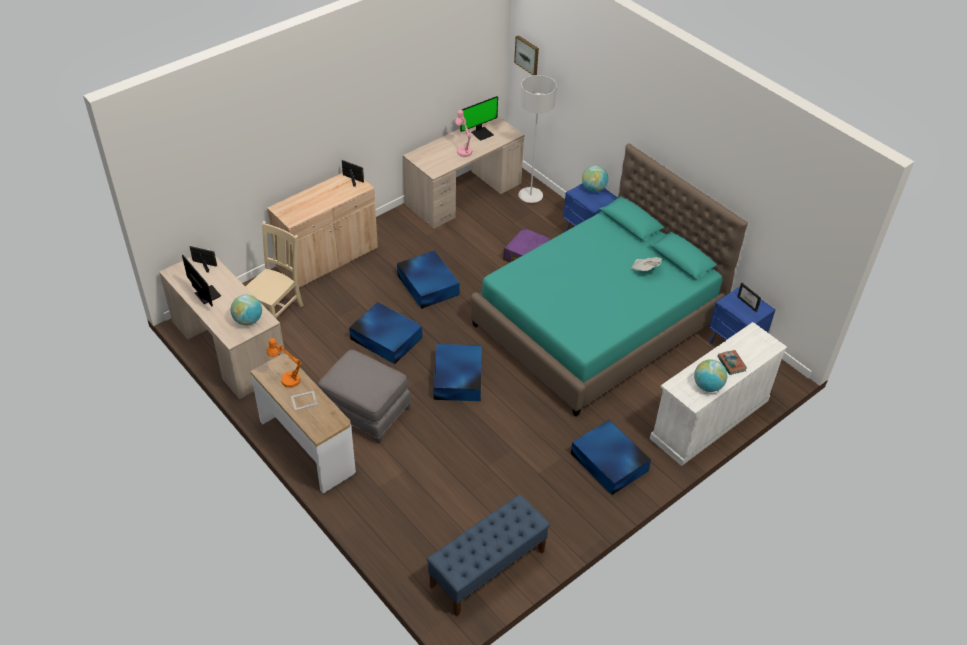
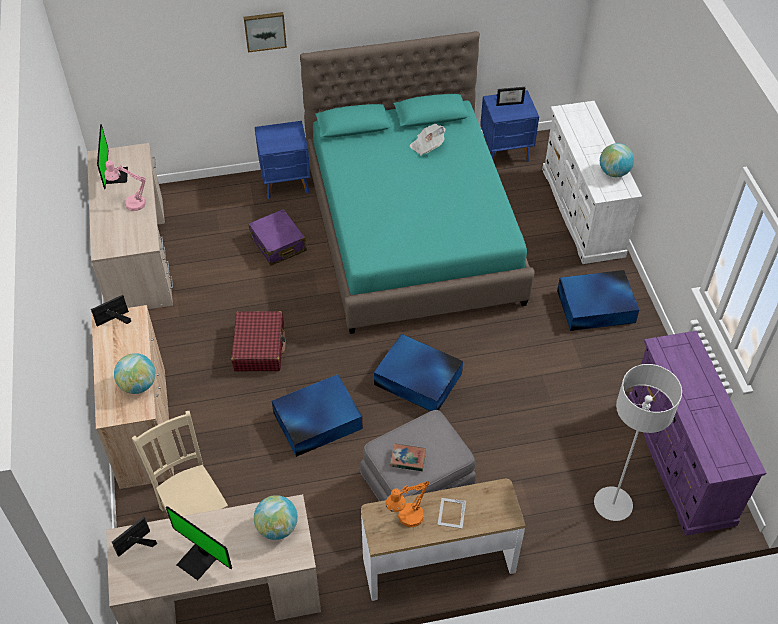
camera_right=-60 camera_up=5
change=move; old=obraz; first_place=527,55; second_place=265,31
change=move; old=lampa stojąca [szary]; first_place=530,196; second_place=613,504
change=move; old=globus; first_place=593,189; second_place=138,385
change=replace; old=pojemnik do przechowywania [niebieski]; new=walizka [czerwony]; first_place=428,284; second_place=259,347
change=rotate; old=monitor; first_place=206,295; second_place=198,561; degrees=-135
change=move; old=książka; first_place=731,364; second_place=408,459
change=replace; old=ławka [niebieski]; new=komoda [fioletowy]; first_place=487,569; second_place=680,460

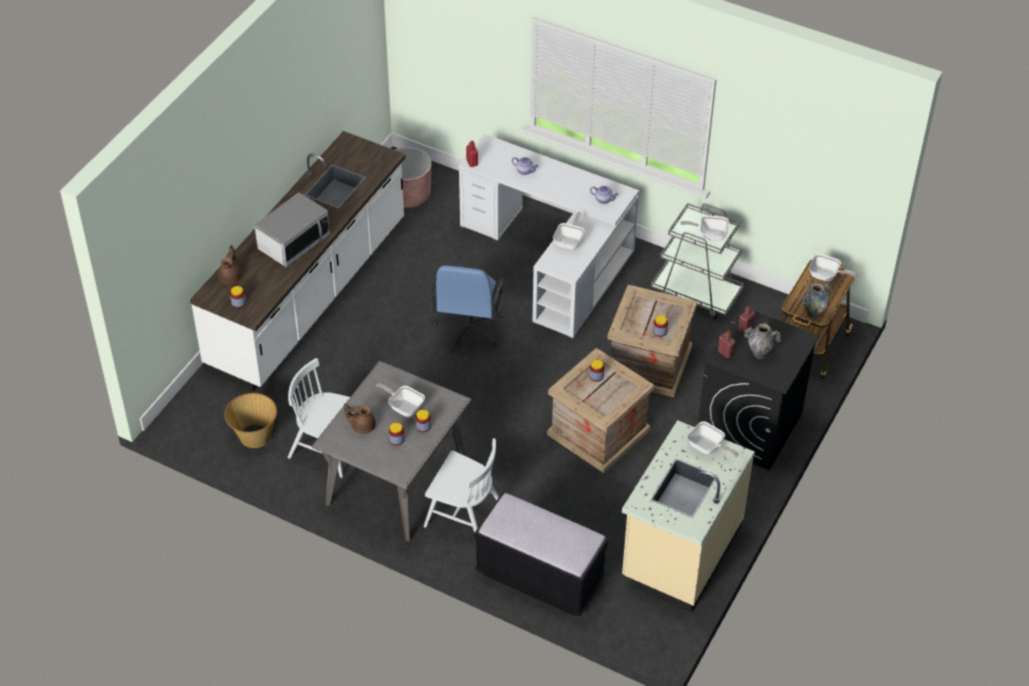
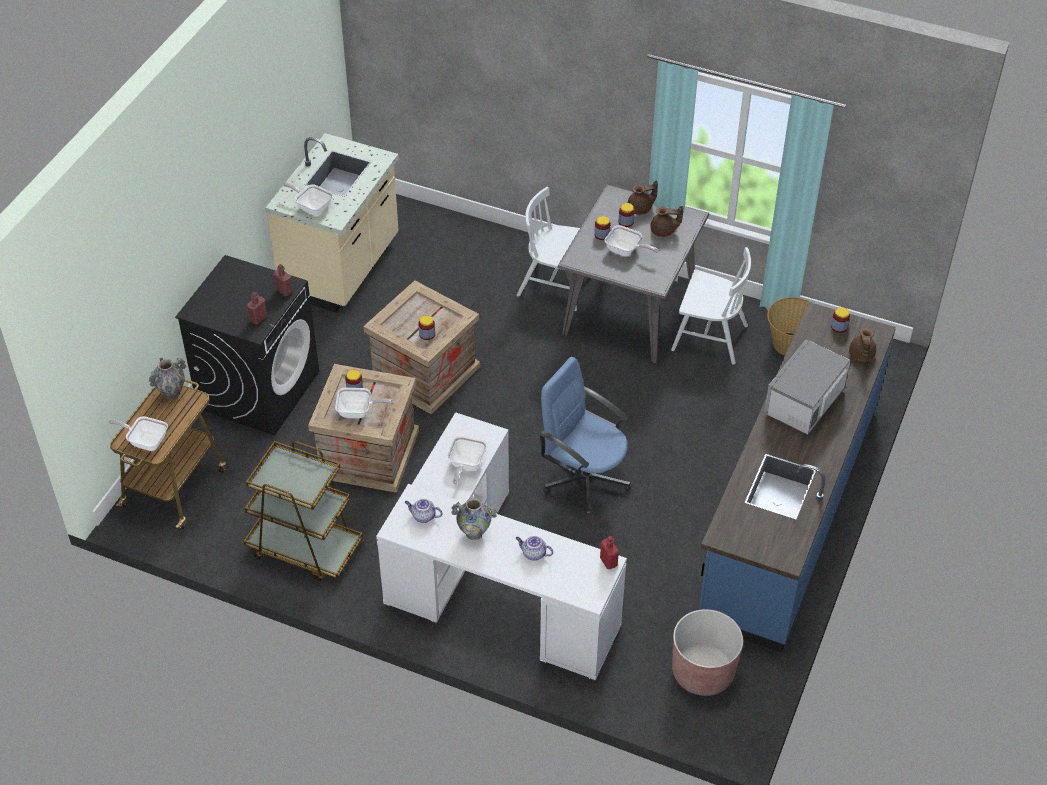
camera_right=175 camera_up=0
change=recolor; old=zabudowa kuchenna [biały]; new=zabudowa kuchenna [niebieski]; first_place=309,295; second_place=788,509
change=recolor; old=wózek [szary]; new=wózek [brązowy]; first_place=696,293; second_place=304,548
change=move; old=patelnia; first_place=709,235; second_place=358,412
change=rotate; old=krzesło biurowe [niebieski]; first_place=468,329; second_place=584,479; degrees=-60
change=move; old=wazon; first_place=759,353; second_place=474,533
change=delete; old=ławka [czarny]; first_place=539,577
change=insert; new=imbryk [brązowy]; second_place=640,209

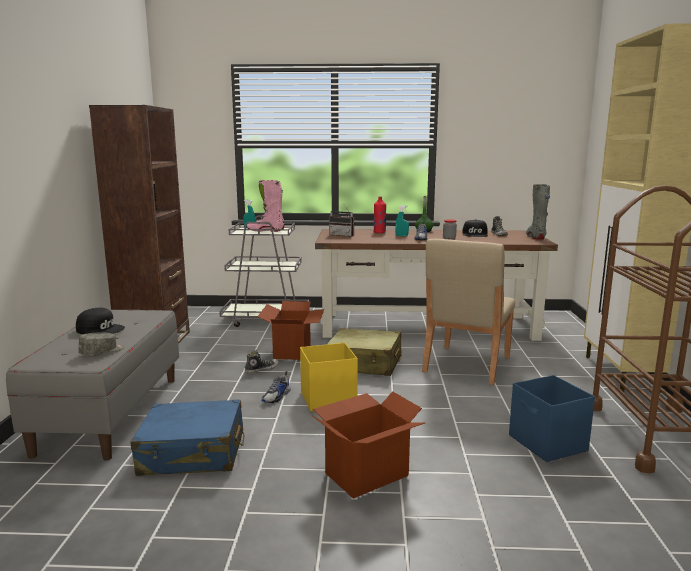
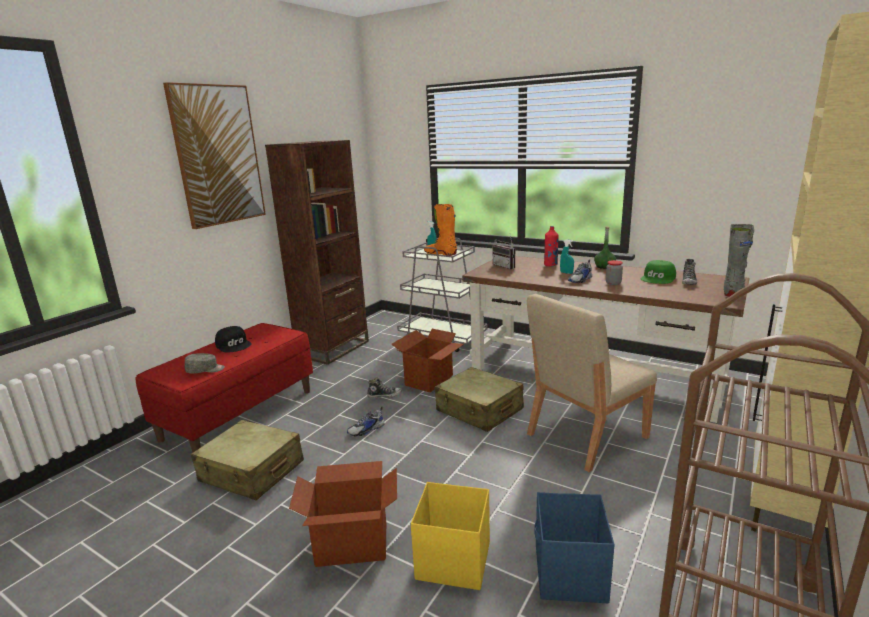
camera_right=30 camera_up=5
change=recolor; old=but z cholewką [różowy]; new=but z cholewką [pomarańczowy]; first_place=265,231; second_place=440,254
change=recolor; old=czapka z daszkiem [czarny]; new=czapka z daszkiem [zielony]; first_place=475,234; second_place=658,278
change=recolor; old=ławka [szary]; new=ławka [czerwony]; first_place=110,413; second_place=239,414
change=move; old=pojemnik do przechowywania [żółty]; first_place=327,399; second_place=452,560
change=recolor; old=walizka [niebieski]; new=walizka [beżowy]; first_place=193,453; second_place=251,472
change=insert; new=obraz; second_place=218,155

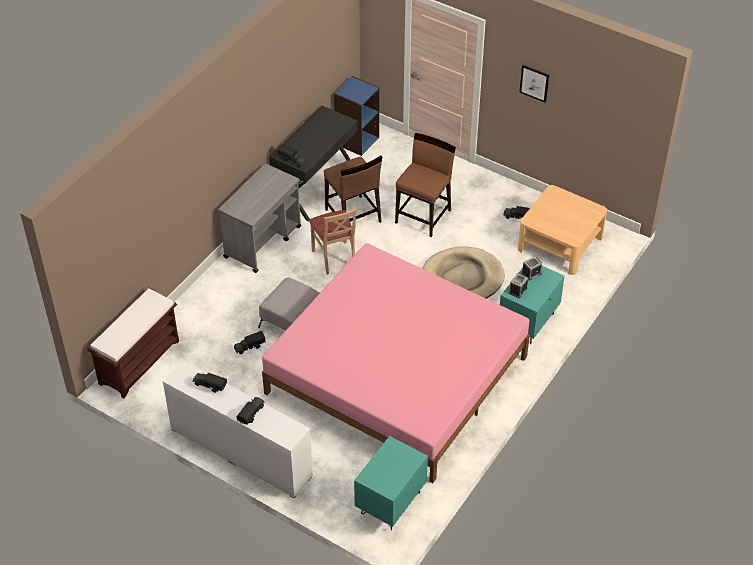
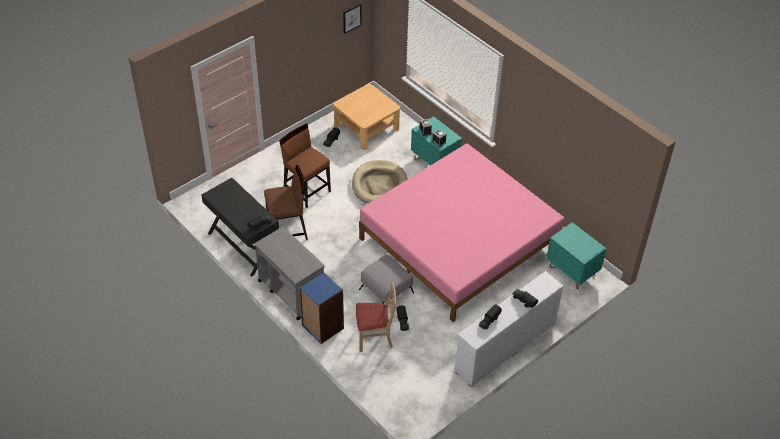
camera_right=-75 camera_up=0
change=move; old=obraz; first_place=534,83; second_place=352,18
change=move; old=regał [niebieski]; first_place=356,140; second_place=322,327
change=move; old=krzesło [beżowy]; first_place=334,257; second_place=374,338
change=delete; old=ławka [brązowy]; first_place=139,361

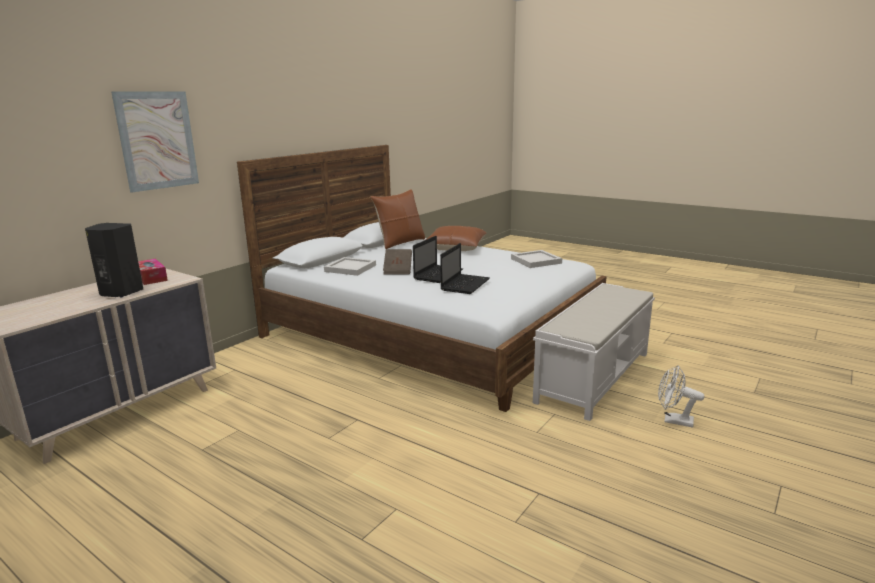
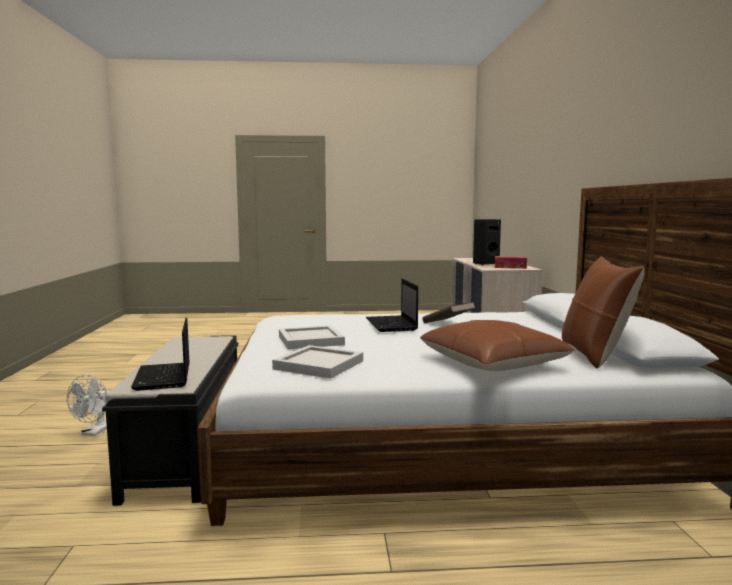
camera_right=140 camera_up=-10
change=delete; old=obraz; first_place=157,140
change=move; old=laptop; first_place=465,284; second_place=163,378
change=move; old=taca [biały]; first_place=349,268; second_place=311,340
change=recolor; old=ławka [biały]; new=ławka [czarny]; first_place=594,376; second_place=187,450
change=rotate; old=wentylator [biały]; first_place=673,420; second_place=94,432; degrees=120

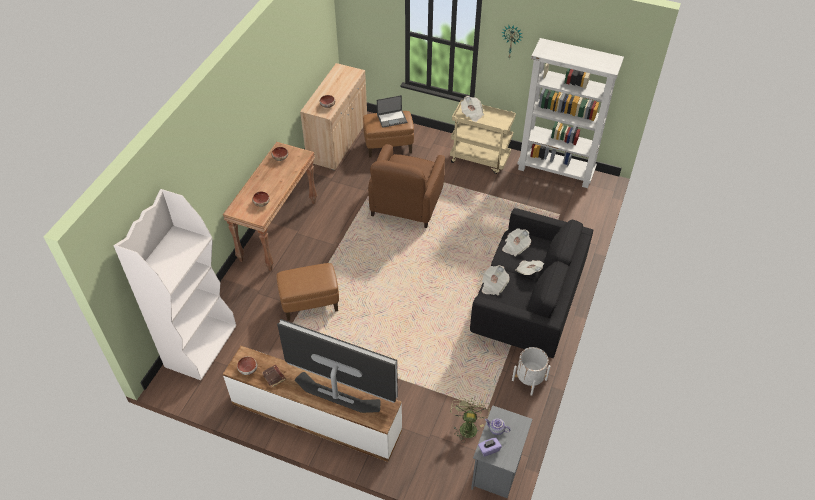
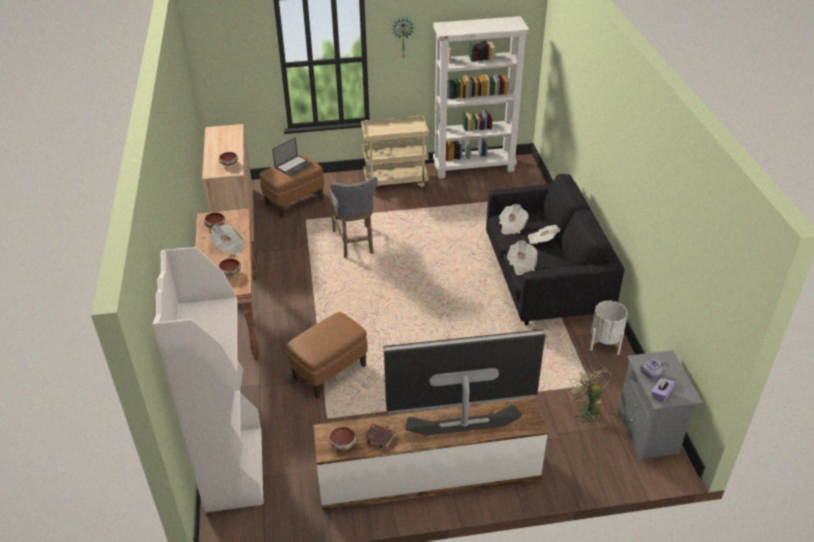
camera_right=-30 camera_up=-10
change=move; old=gazeta; first_place=472,114; second_place=229,247
change=replace; old=fotel [brązowy]; new=stołek [szary]; first_place=406,203; second_place=354,243

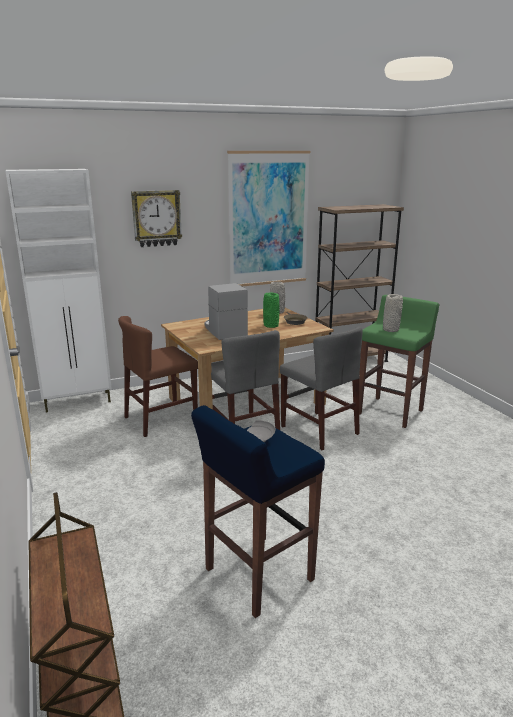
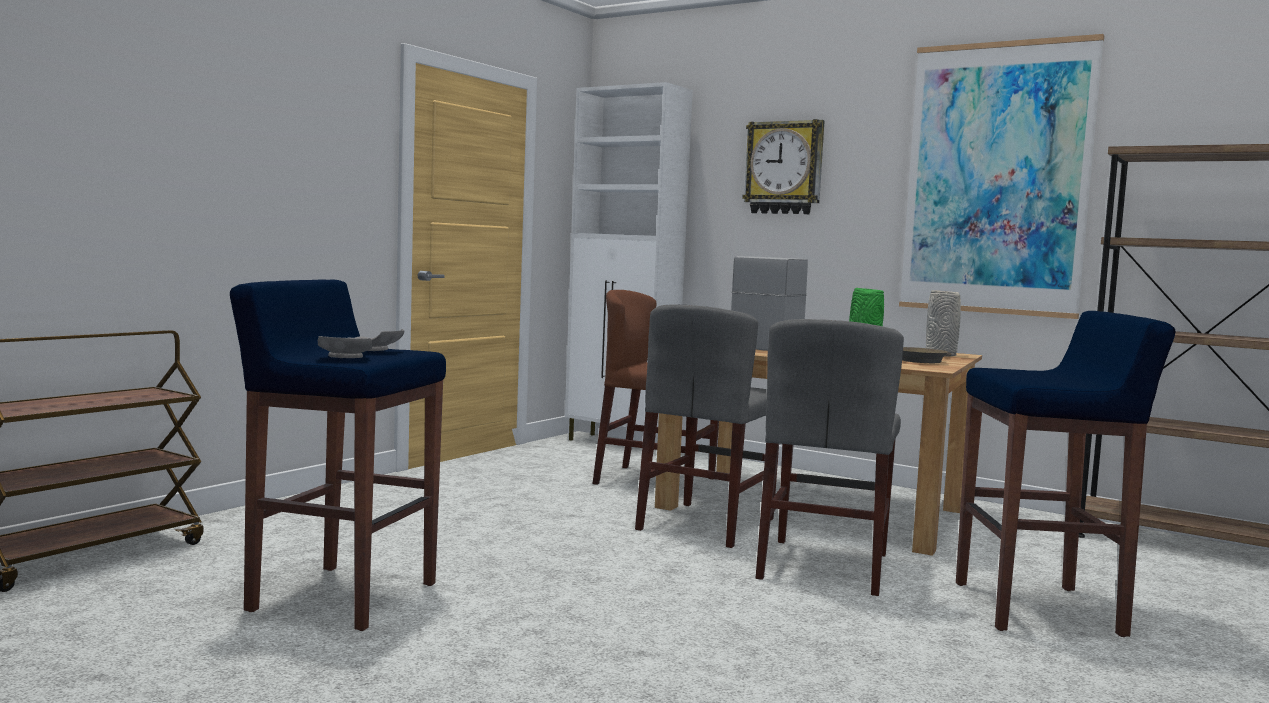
camera_right=55 camera_up=-15
change=delete; old=wazon [szary]; first_place=390,329
change=recolor; old=stołek [zielony]; new=stołek [niebieski]; first_place=391,412; second_place=1040,609
change=insert; new=talerz [szary]; second_place=344,357

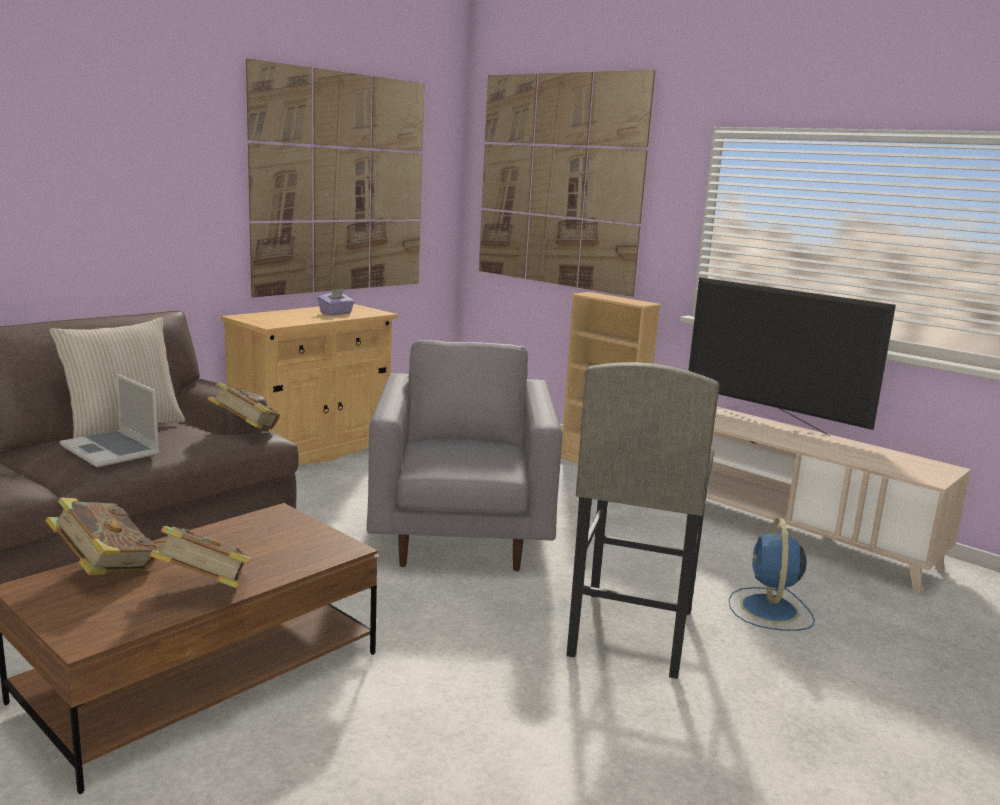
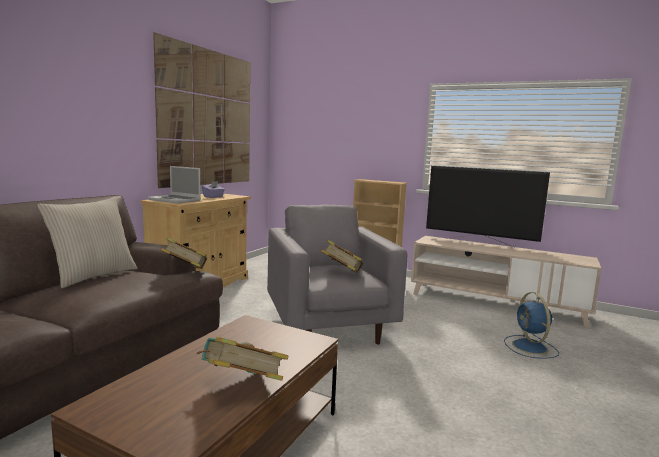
camera_right=-15 camera_up=-5
change=delete; old=obraz; first_place=559,181
change=delete; old=stołek [szary]; first_place=629,633
change=move; old=laptop; first_place=112,450; second_place=175,200
change=move; old=książka; first_place=105,570; second_place=341,273

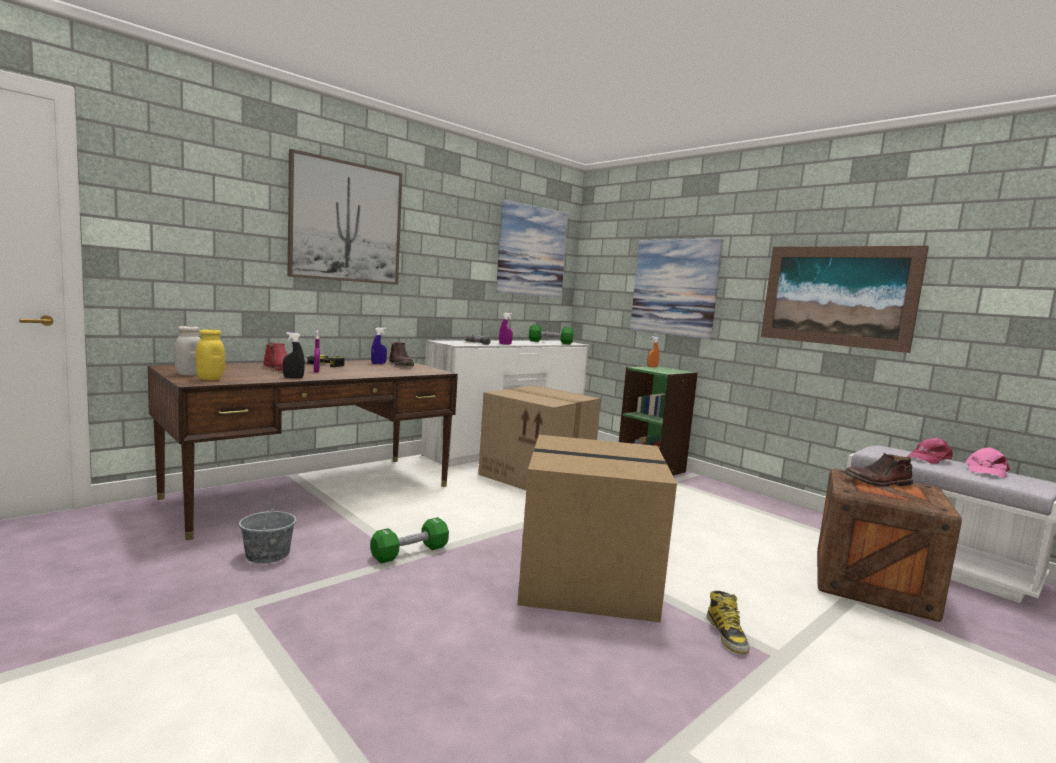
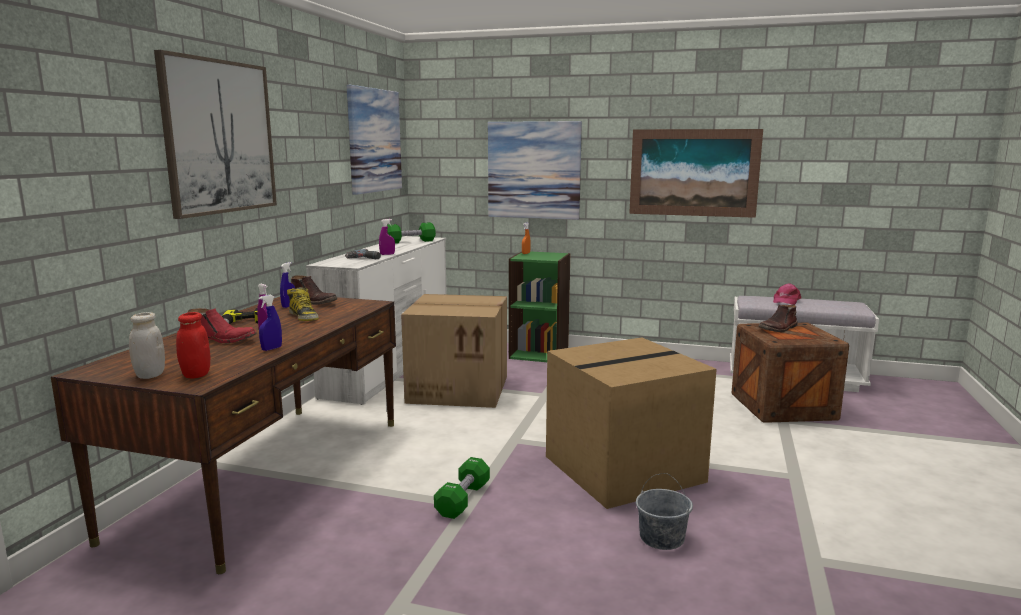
camera_right=-30 camera_up=5
change=recolor; old=słoik [żółty]; new=słoik [czerwony]; first_place=210,379; second_place=196,375
change=recolor; old=spryskiwacz [czarny]; new=spryskiwacz [niebieski]; first_place=293,377; second_place=271,348
change=delete; old=czapka z daszkiem [różowy]; first_place=985,471
change=move; old=wiadro [szary]; first_place=268,554; second_place=661,538
change=move; old=but z cholewką; first_place=727,634; second_place=304,317

